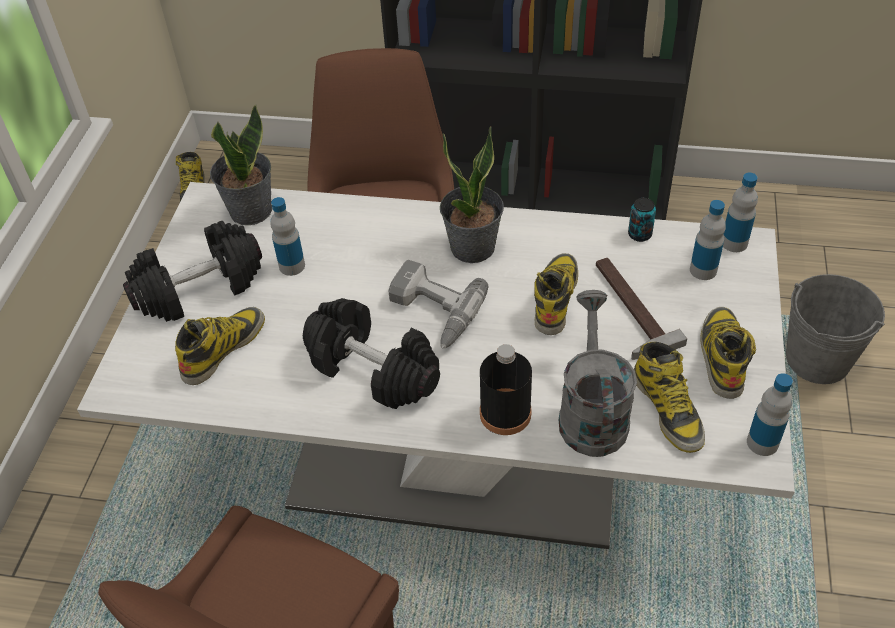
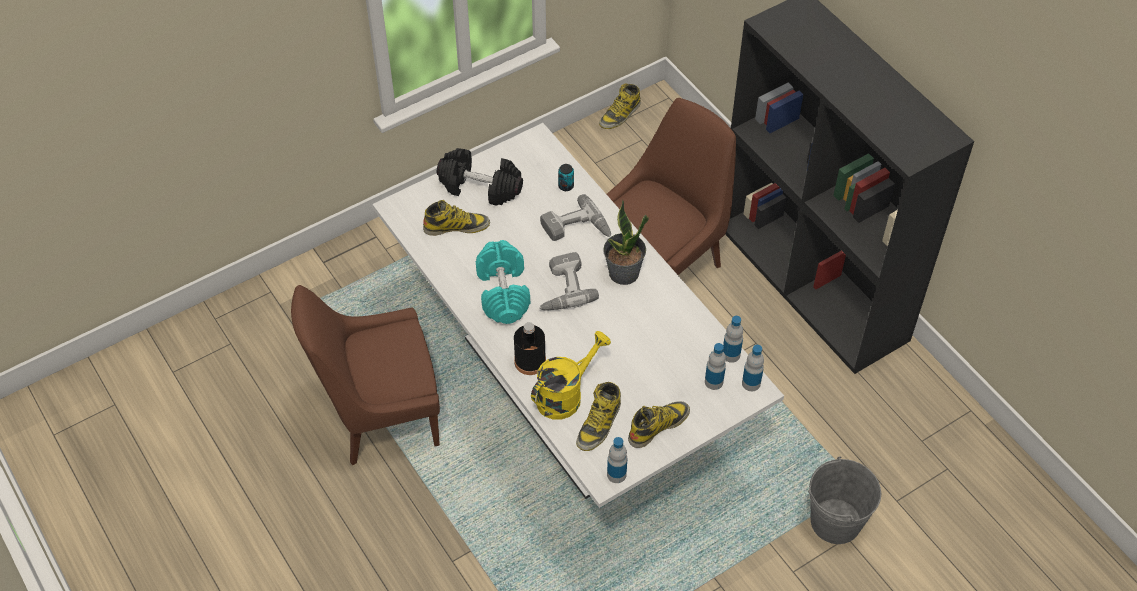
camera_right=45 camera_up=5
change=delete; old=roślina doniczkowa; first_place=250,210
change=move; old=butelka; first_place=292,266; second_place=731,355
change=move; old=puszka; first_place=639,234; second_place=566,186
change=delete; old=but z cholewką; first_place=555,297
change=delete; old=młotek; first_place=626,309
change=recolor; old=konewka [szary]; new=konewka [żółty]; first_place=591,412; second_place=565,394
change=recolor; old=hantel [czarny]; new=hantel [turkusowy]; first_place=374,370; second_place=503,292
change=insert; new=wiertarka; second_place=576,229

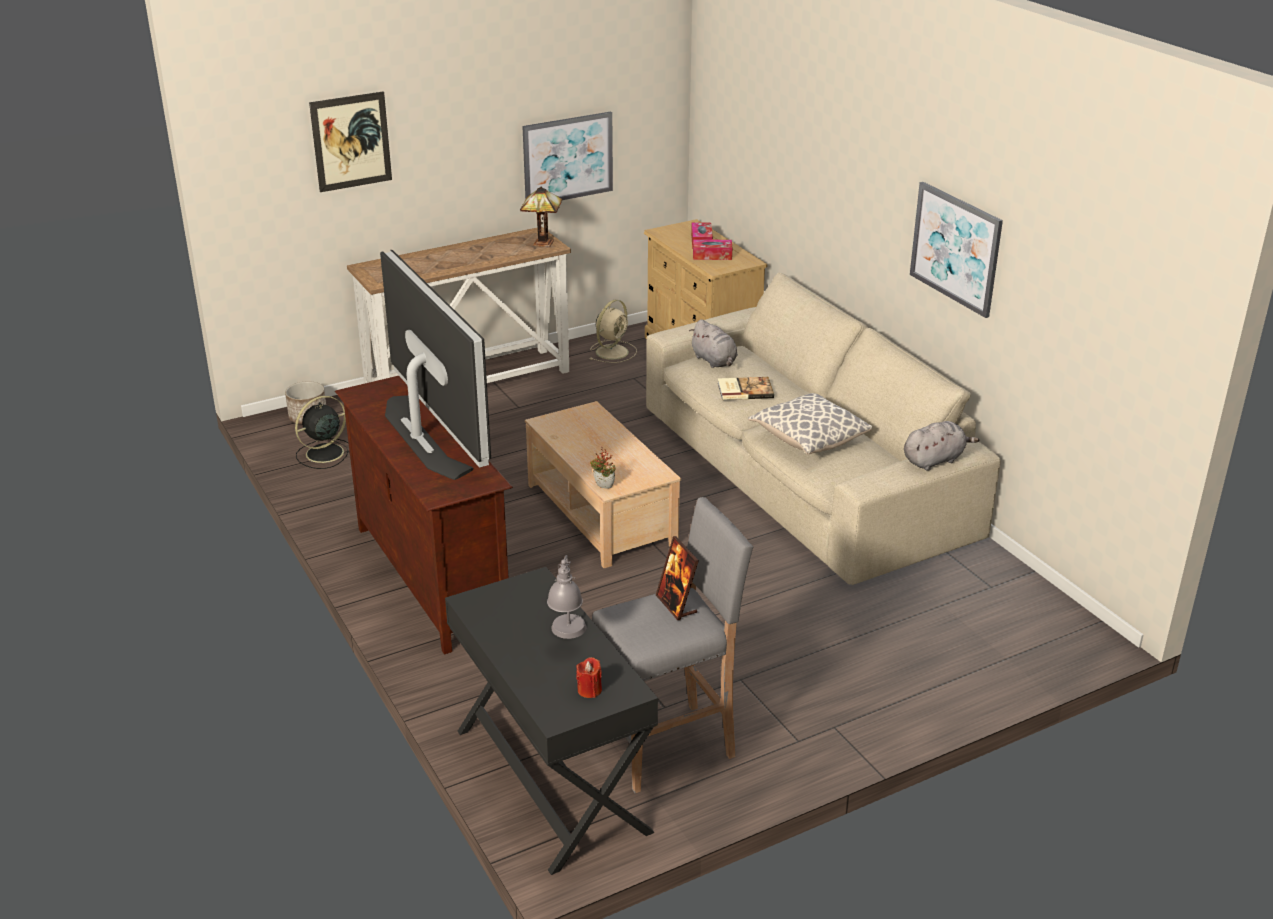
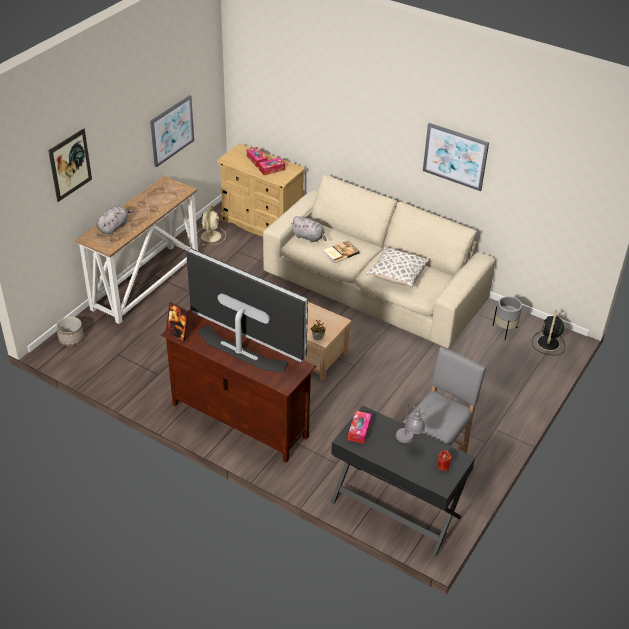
camera_right=-30 camera_up=10
change=delete; old=lampa stołowa; first_place=541,243
change=move; old=wentylator [czarny]; first_place=323,454; second_place=548,344
change=move; old=pluszak [szary]; first_place=935,460; second_place=114,227
change=move; old=ramka na zdjęcie; first_place=676,605; second_place=178,334
change=insert; new=donica [szary]; second_place=504,330
change=insert; new=pudełko chusteczek; second_place=359,430

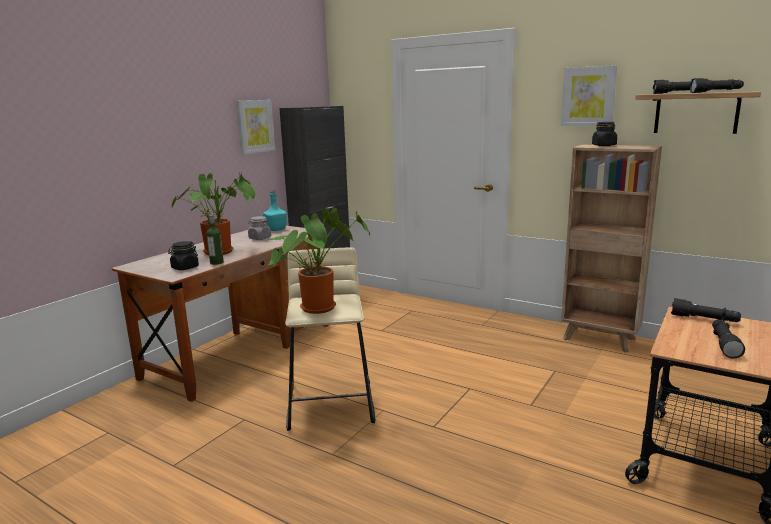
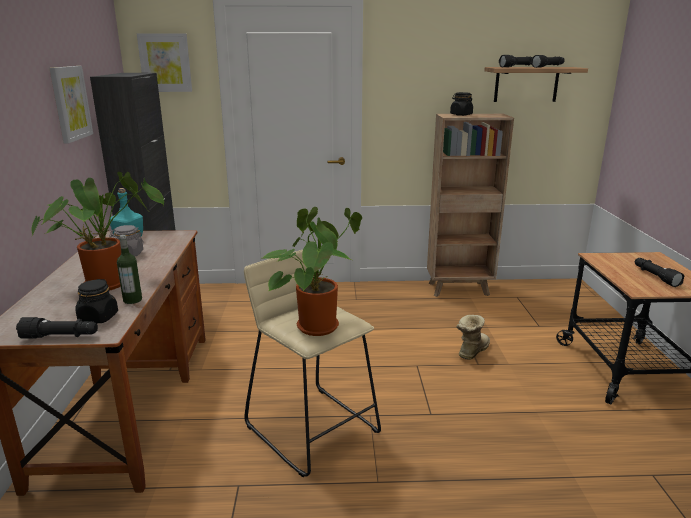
camera_right=-35 camera_up=5
change=move; old=obraz; first_place=588,96; second_place=165,63
change=move; old=latarka [czarny]; first_place=704,319; second_place=61,337
change=insert; new=but z cholewką; second_place=471,351

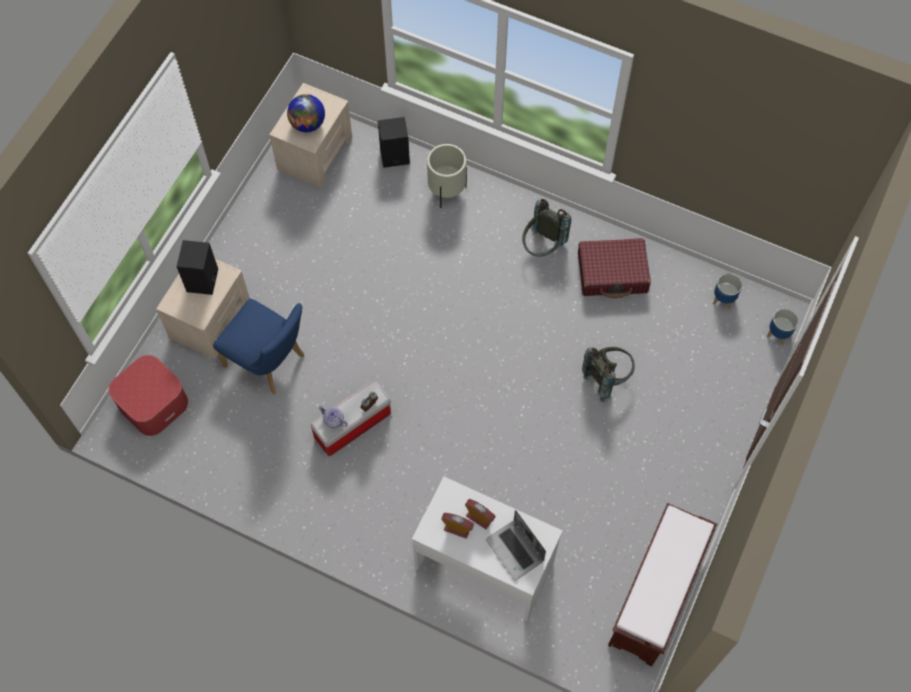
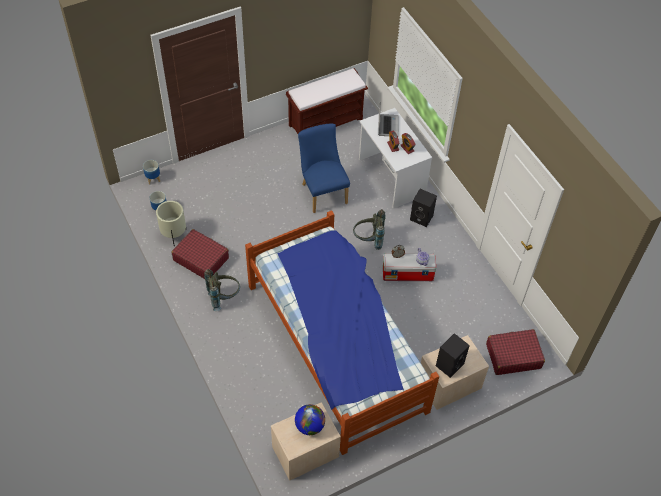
camera_right=-145 camera_up=-10
change=move; old=głośnik [czarny]; first_place=394,156; second_place=422,217
change=move; old=donica [beżowy]; first_place=446,191; second_place=174,235
change=move; old=krzesło [niebieski]; first_place=269,363; second_place=322,191
change=move; old=plecak [szary]; first_place=607,378; second_place=368,240
change=replace; old=pufa; new=walizka [czerwony]; first_place=153,403; second_place=513,356
change=insert; new=łóżko; second_place=336,346

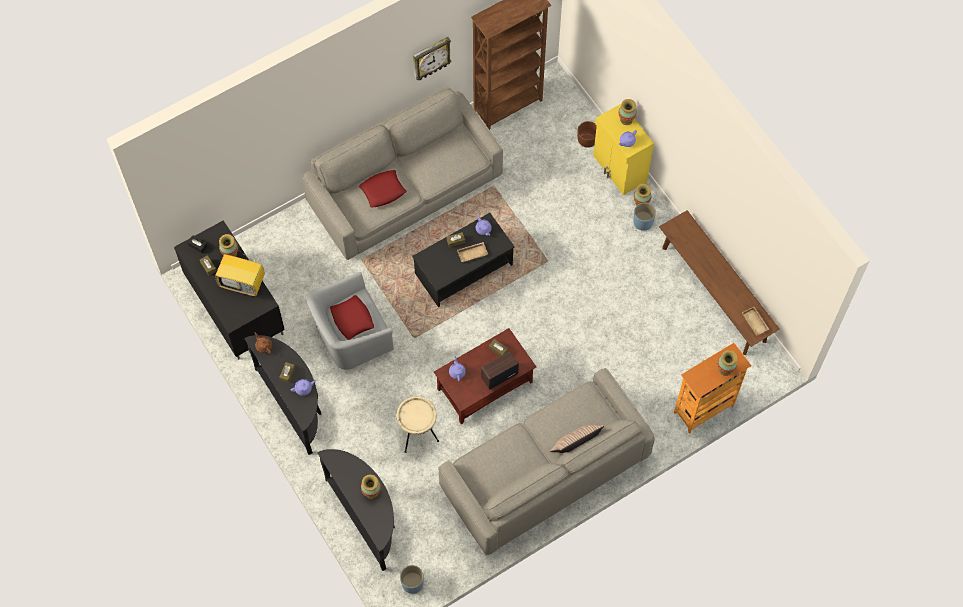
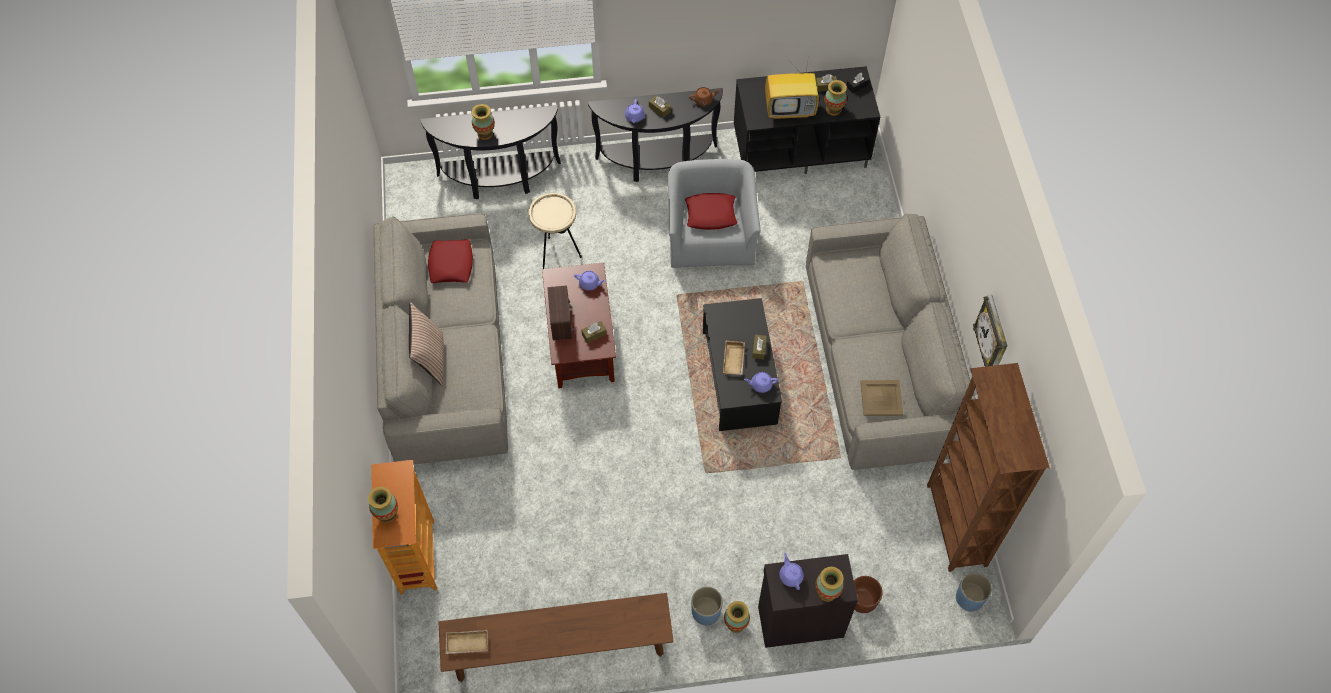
camera_right=115 camera_up=-5
change=recolor; old=szafka [żółty]; new=szafka [czarny]; first_place=619,169; second_place=799,620
change=move; old=poduszka [czerwony]; first_place=383,190; second_place=451,264
change=rotate; old=telewizor; first_place=243,283; second_place=790,109; degrees=-135
change=move; old=donica [niebieski]; first_place=412,583; second_place=969,598
change=insert; new=taca [beżowy]; second_place=881,397

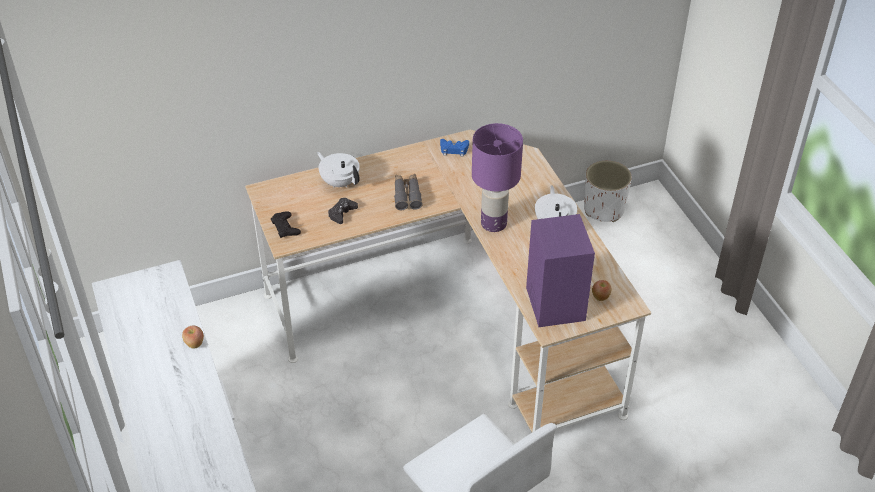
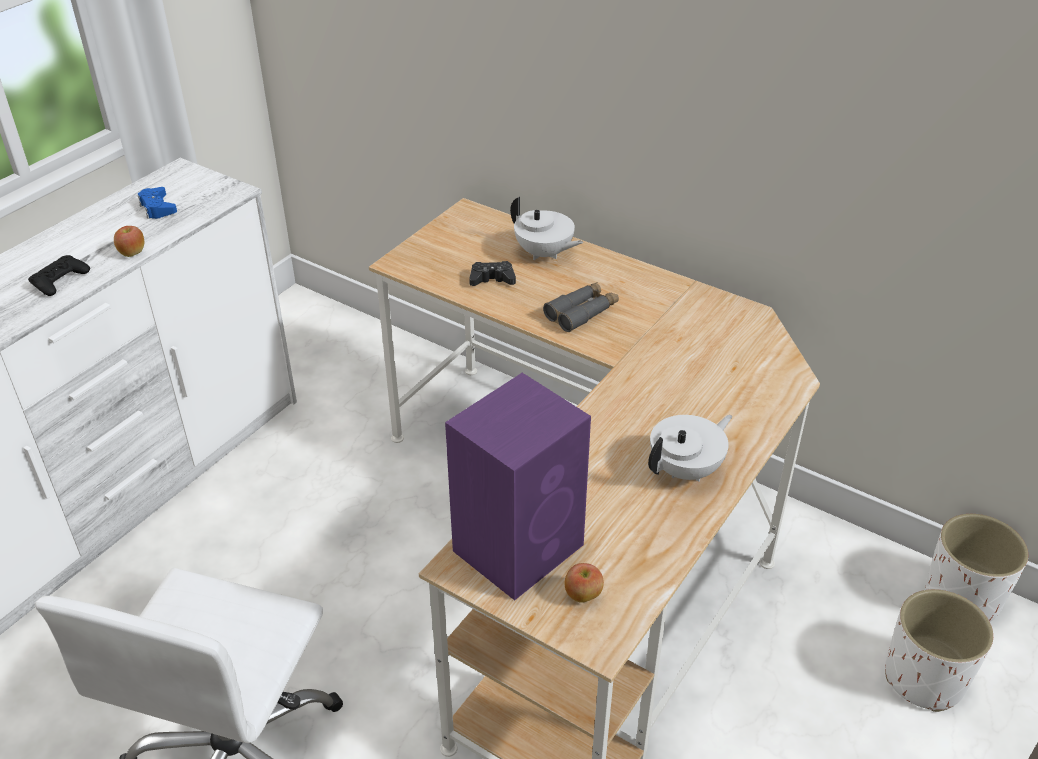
camera_right=55 camera_up=-5
change=delete; old=lampa stołowa [fioletowy]; first_place=493,223
change=move; old=pad do gier [niebieski]; first_place=454,150; second_place=157,208
change=rotate; old=imbryk [biały]; first_place=340,182; second_place=544,254; degrees=120
change=move; old=pad do gier [czarny]; first_place=285,227; second_place=60,280
change=insert; new=donica [biały]; second_place=925,678

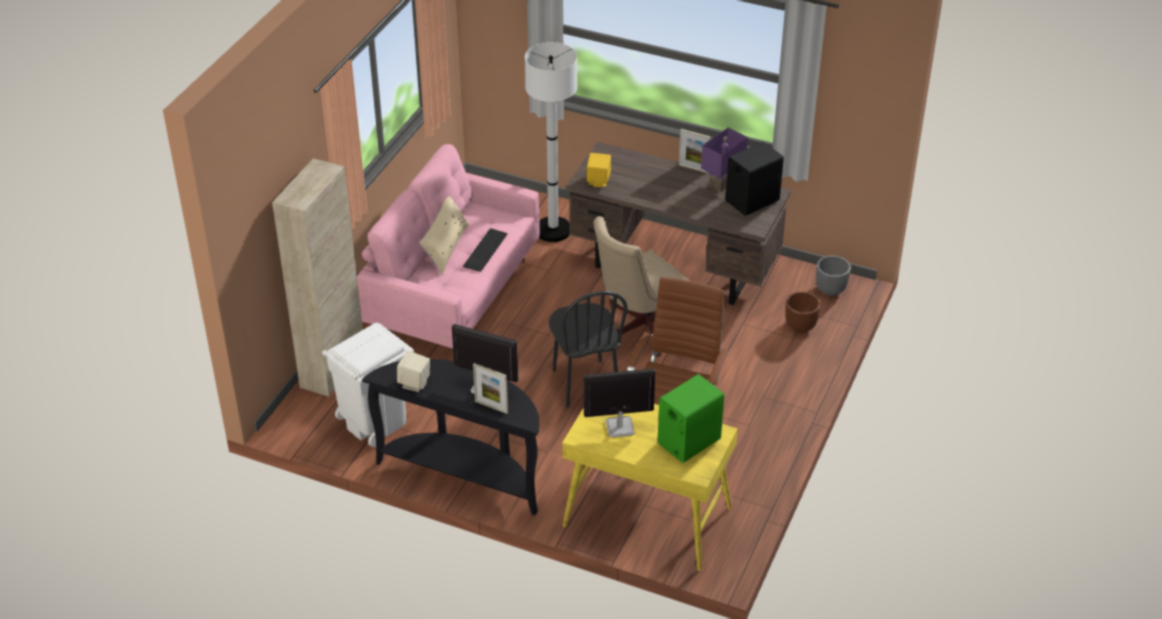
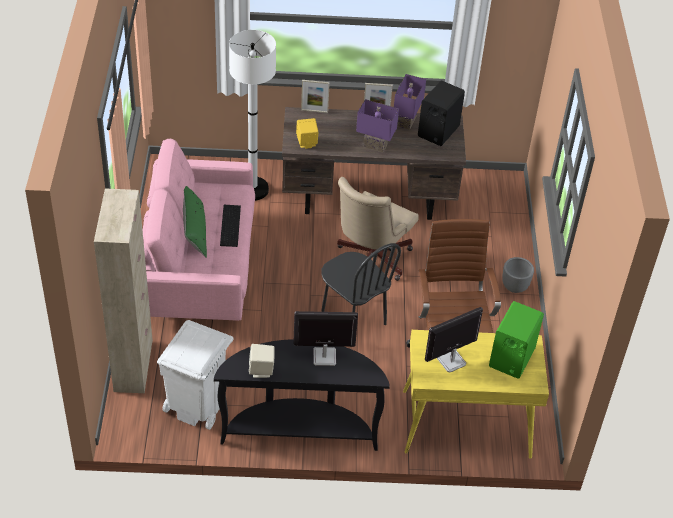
camera_right=-25 camera_up=5
change=recolor; old=poduszka [beżowy]; new=poduszka [zielony]; first_place=445,247; second_place=195,231
change=move; old=donica [szary]; first_place=831,290; second_place=515,287
change=delete; old=donica [brązowy]; first_place=801,326
change=move; old=ramka na zdjęcie; first_place=491,407; second_place=314,111
change=insert; new=lampa stołowa [fioletowy]; second_place=374,146

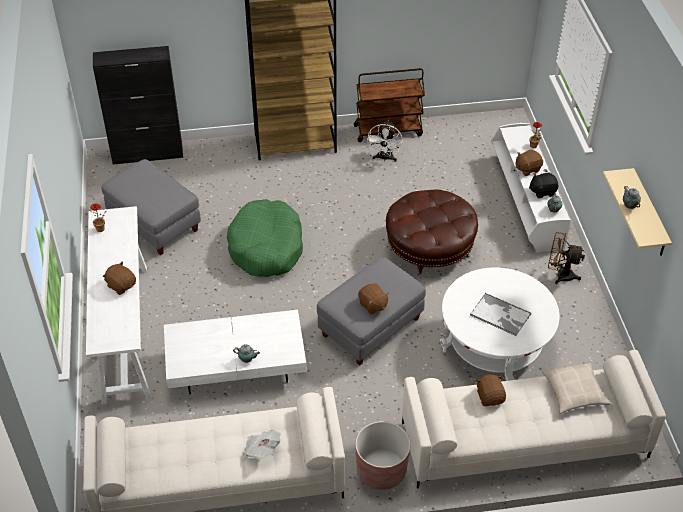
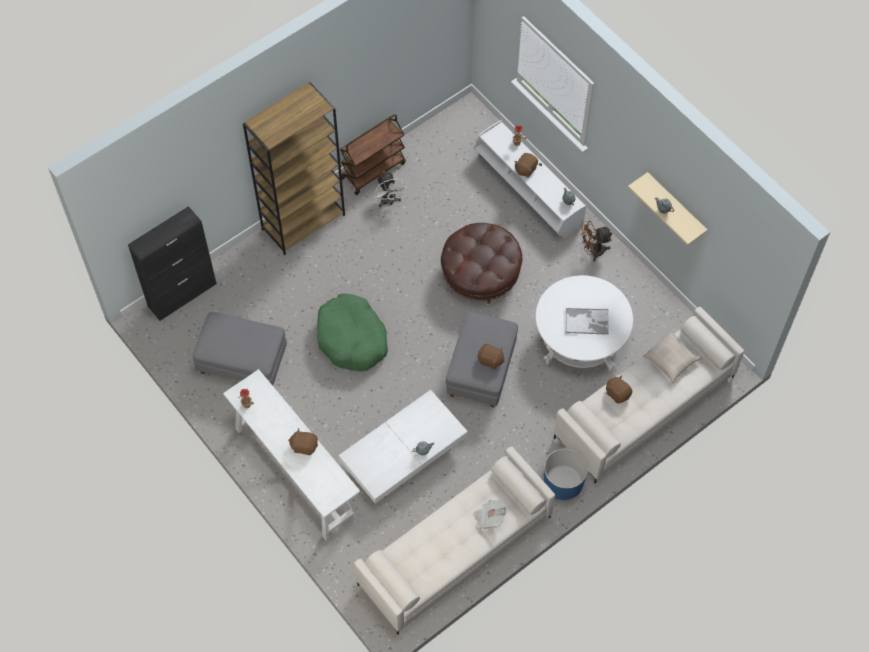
camera_right=-30 camera_up=15
change=delete; old=pluszak [czarny]; first_place=542,191
change=recolor; old=donica [brązowy]; new=donica [niebieski]; first_place=381,471; second_place=563,483

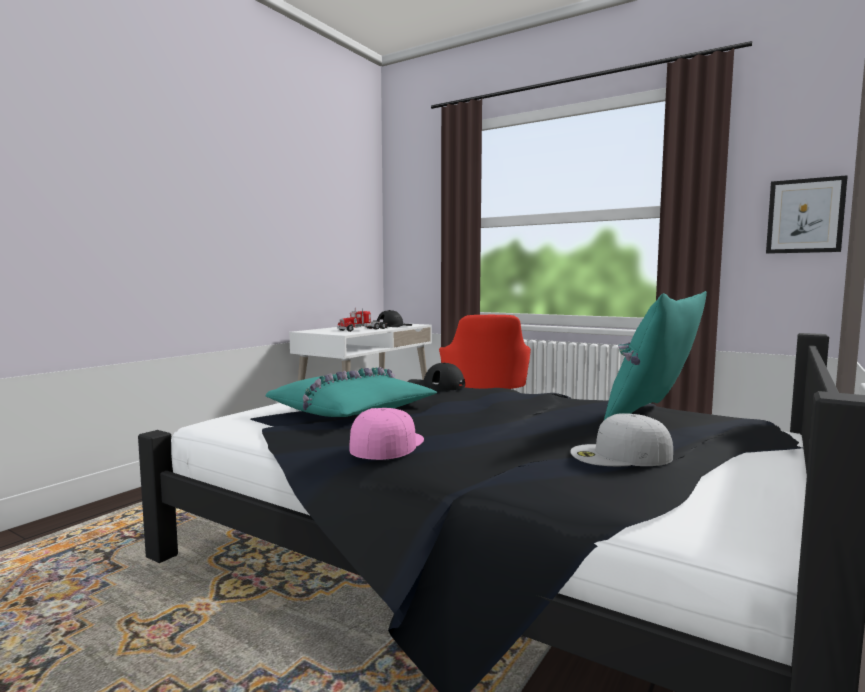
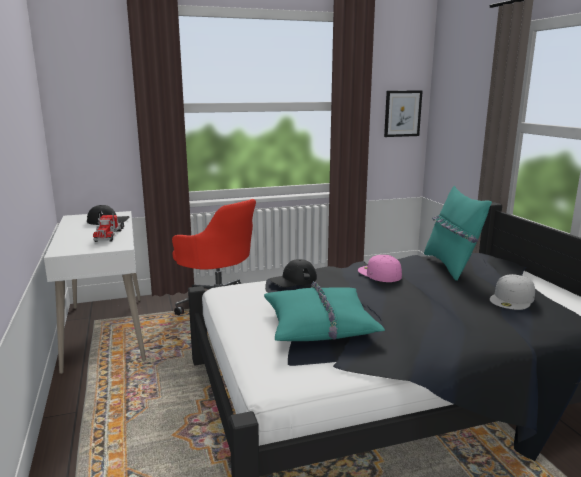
camera_right=-50 camera_up=10
change=move; old=czapka z daszkiem [różowy]; first_place=386,444; second_place=379,273

